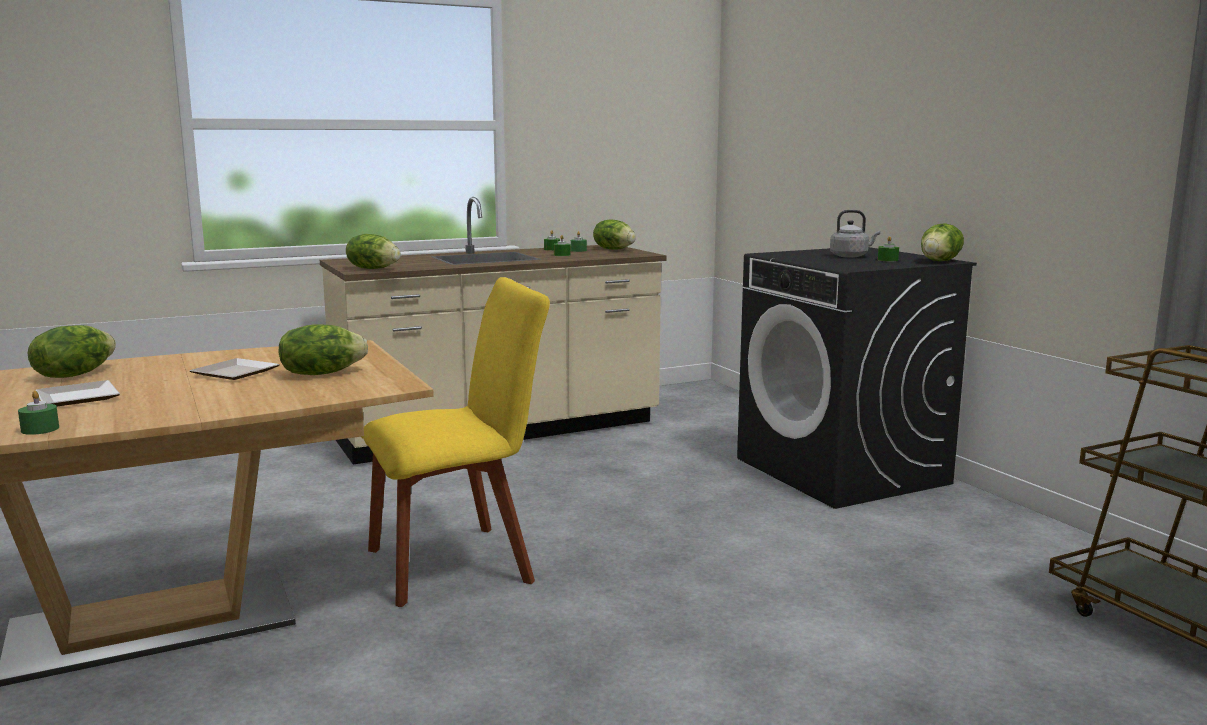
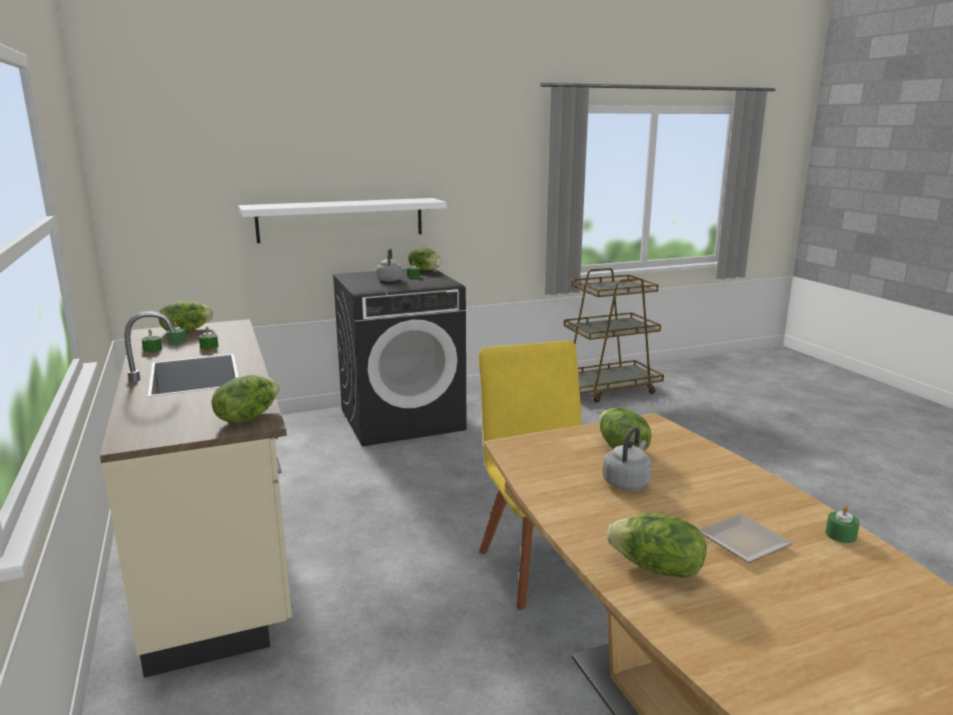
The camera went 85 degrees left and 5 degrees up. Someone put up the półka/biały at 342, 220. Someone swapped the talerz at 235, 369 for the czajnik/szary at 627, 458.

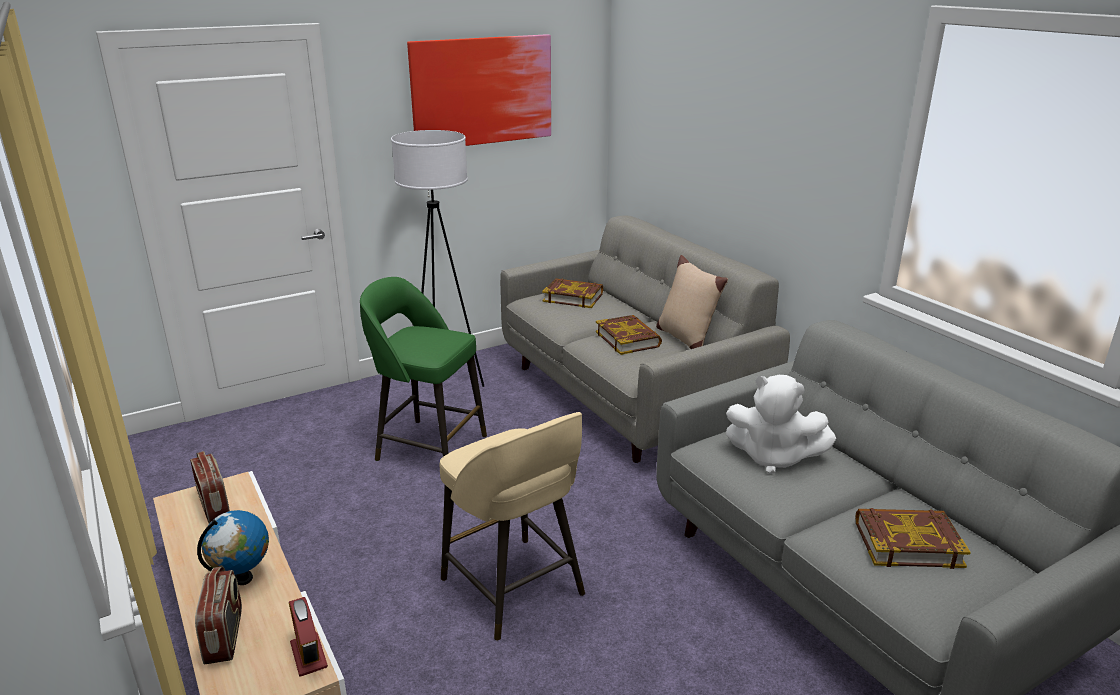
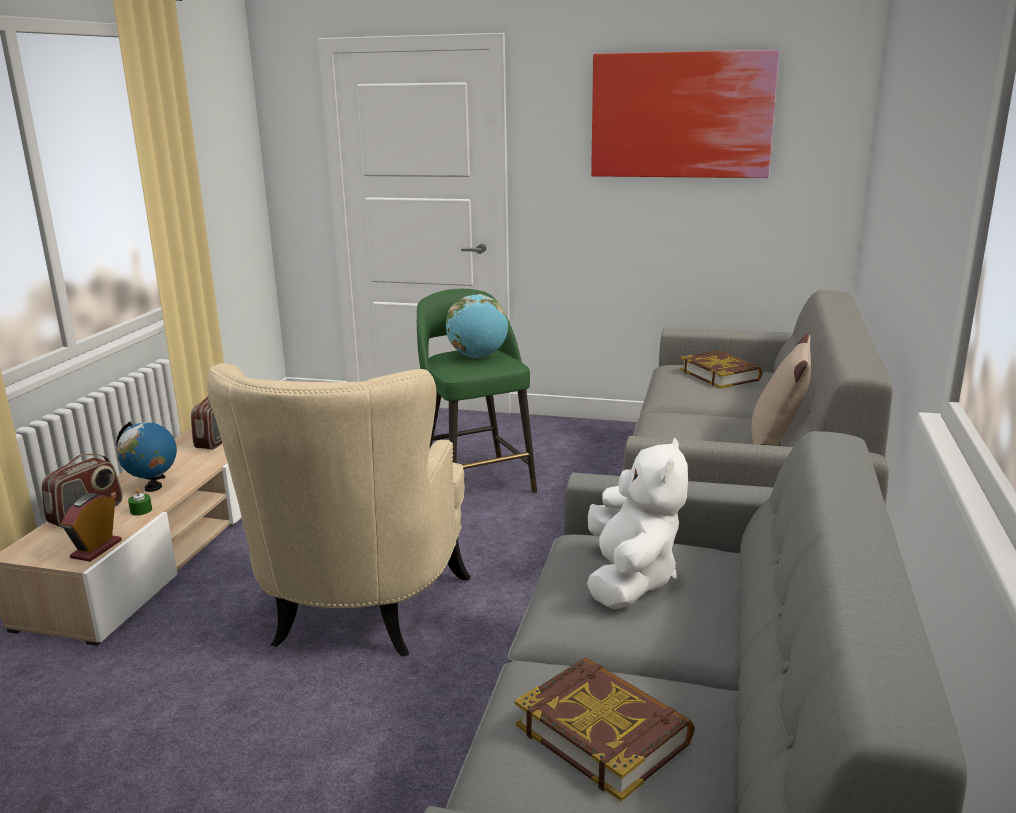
The camera went 45 degrees right and 5 degrees down. Someone took away the lampa stojąca/biały at 437, 258. Someone took away the książka at 629, 335. Someone put down the świeca/zielony at 140, 502. Someone put down the globus at 477, 326. Someone swapped the stołek/beżowy at 512, 526 for the fotel/beżowy at 339, 509. Someone rotated the pluszak/biały at 781, 424 by 150 degrees counterclockwise.

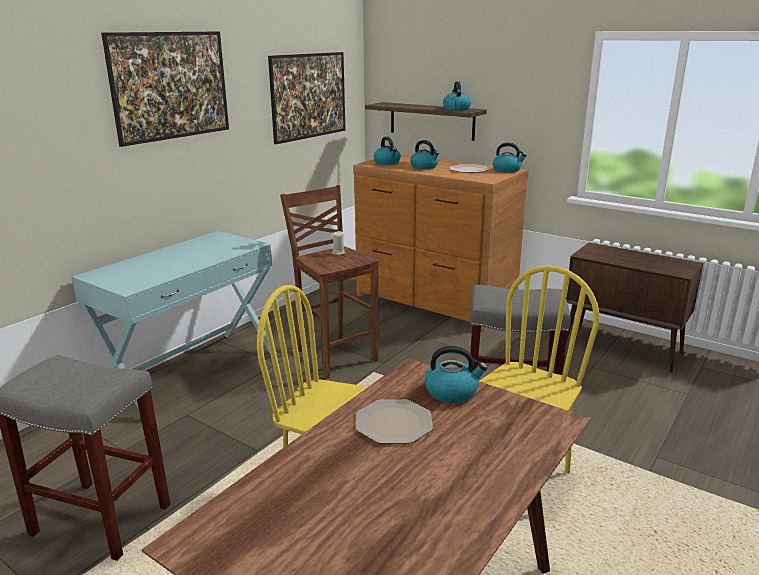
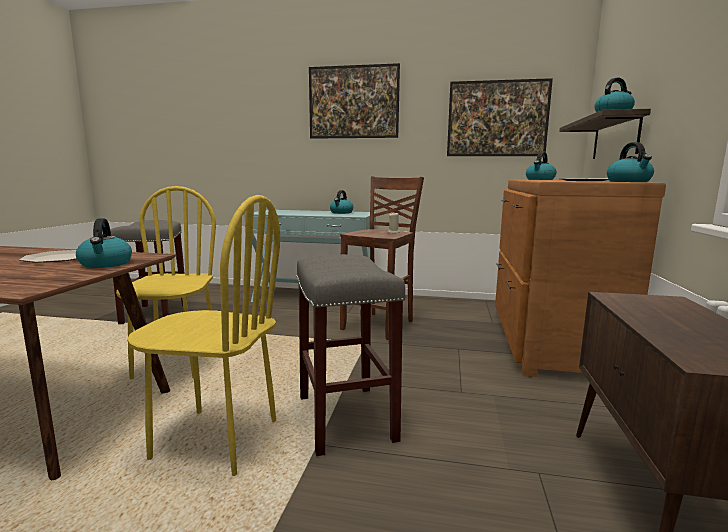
The camera went 65 degrees right and 10 degrees down. Someone carried the czajnik from 424, 154 to 341, 202.

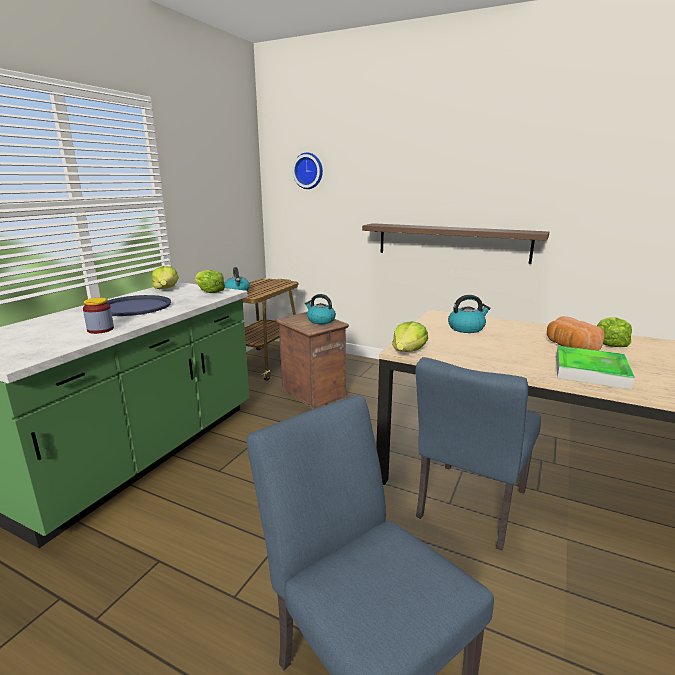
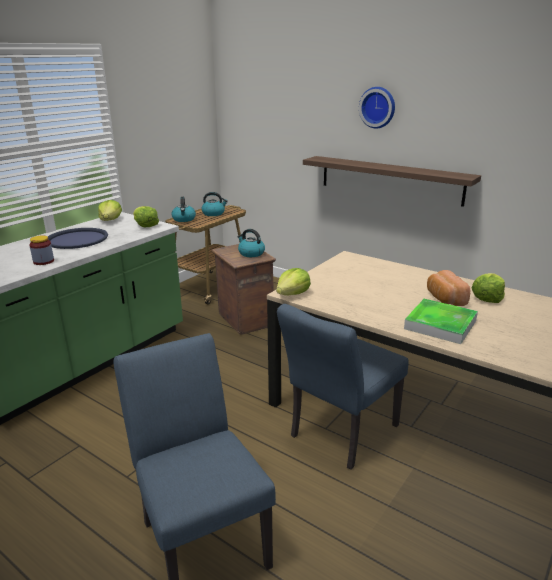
The camera went 10 degrees right and 5 degrees up. Someone carried the zegar ścienny from 307, 170 to 377, 108. Someone carried the czajnik from 469, 314 to 215, 204.

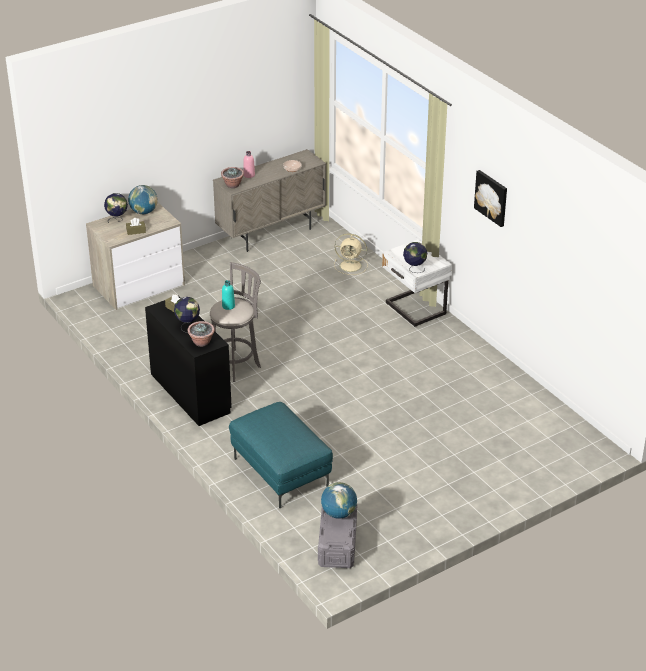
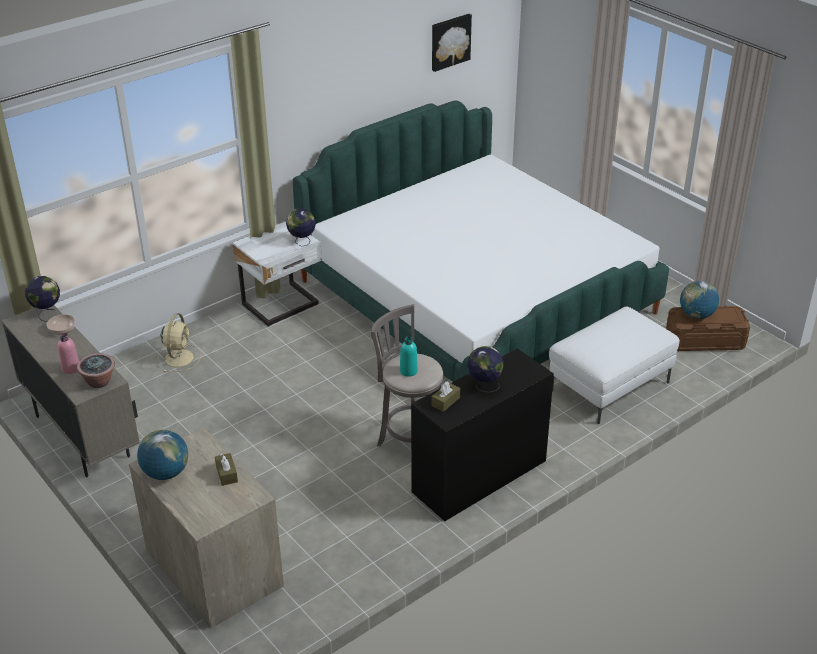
The camera went 95 degrees left and 0 degrees up. Someone took away the roślina doniczkowa at 201, 334. Someone put down the łóżko at 481, 241. Someone carried the globus from 116, 208 to 42, 299. Someone carried the obraz from 490, 198 to 452, 43. Someone repainted the pufa/turkusowy at 281, 455, which became the pufa/biały at 614, 365. Someone repainted the pojemnik do przechowywania/szary at 337, 536, which became the pojemnik do przechowywania/brązowy at 708, 328.

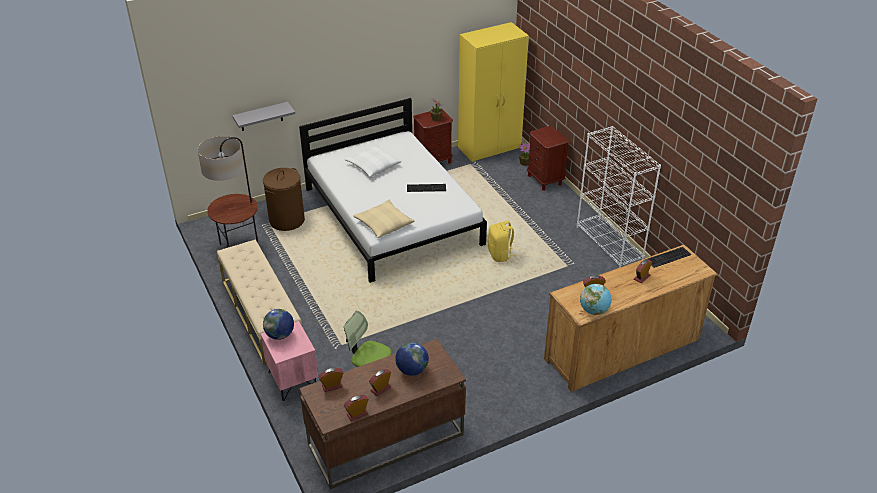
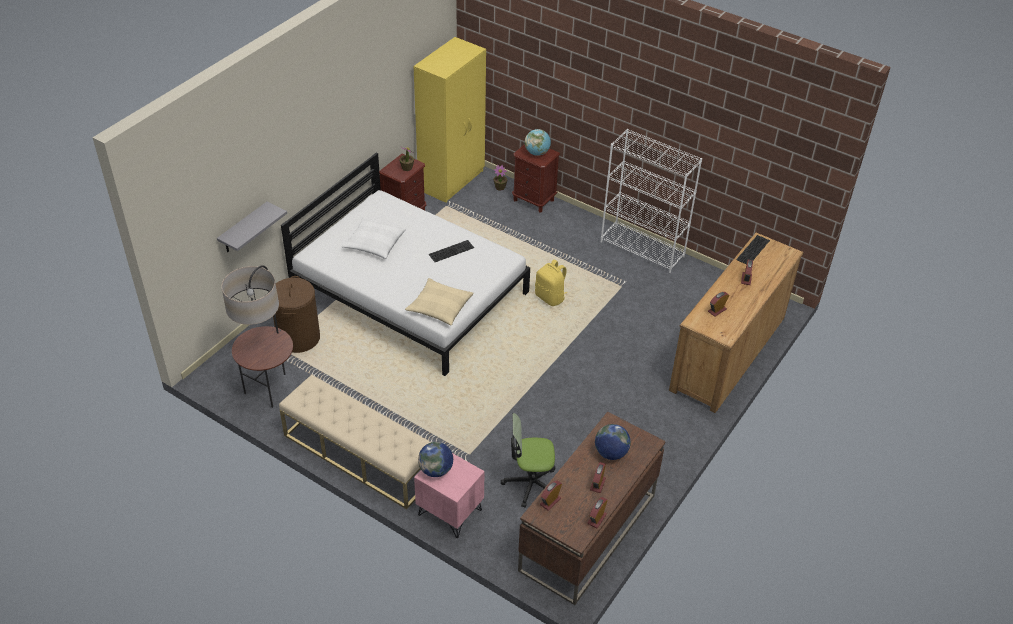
The camera went 30 degrees left and 5 degrees up. Someone carried the globus from 596, 299 to 538, 142.

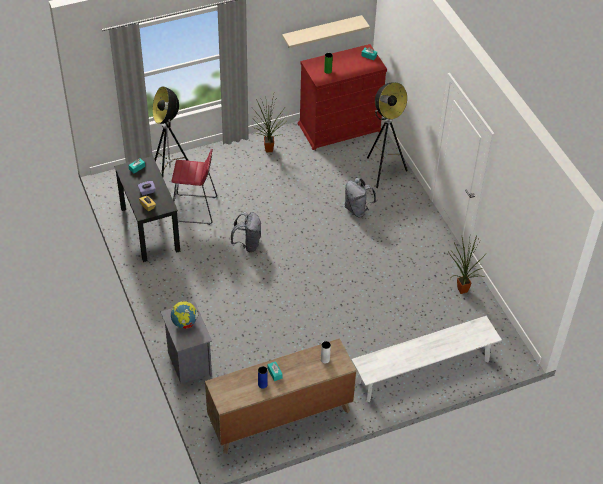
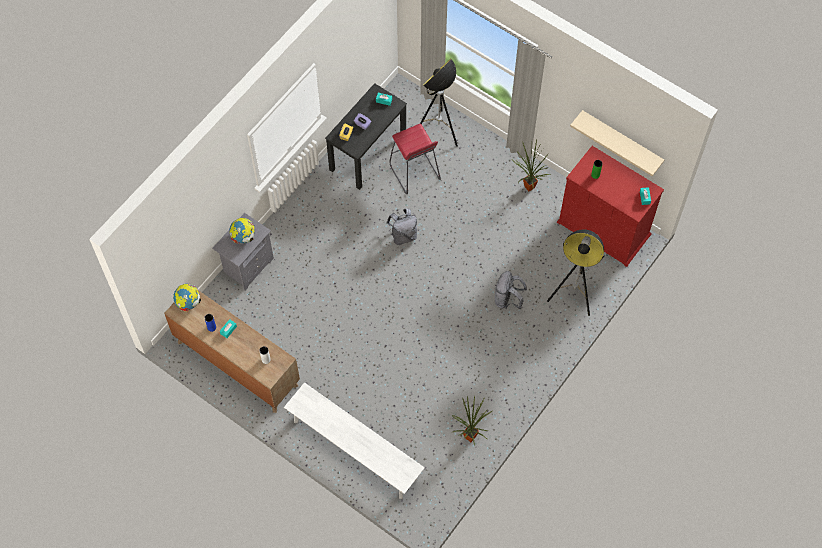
The camera went 60 degrees right and 15 degrees up. Someone put down the globus at 187, 297.

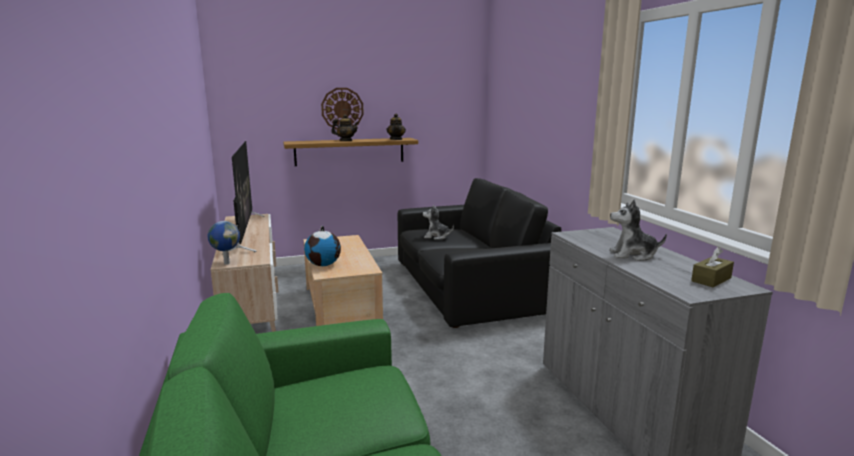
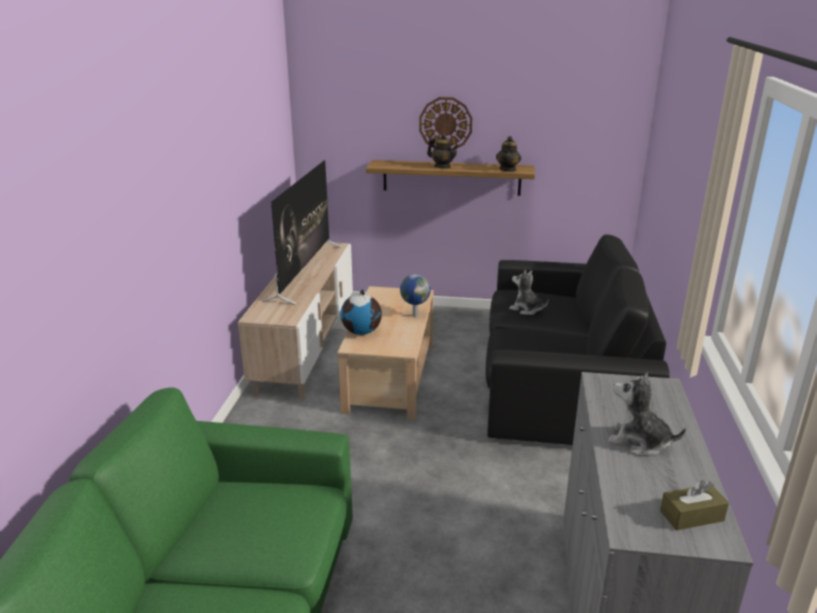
The camera went 25 degrees right and 10 degrees up. Someone carried the globus from 224, 243 to 415, 295.

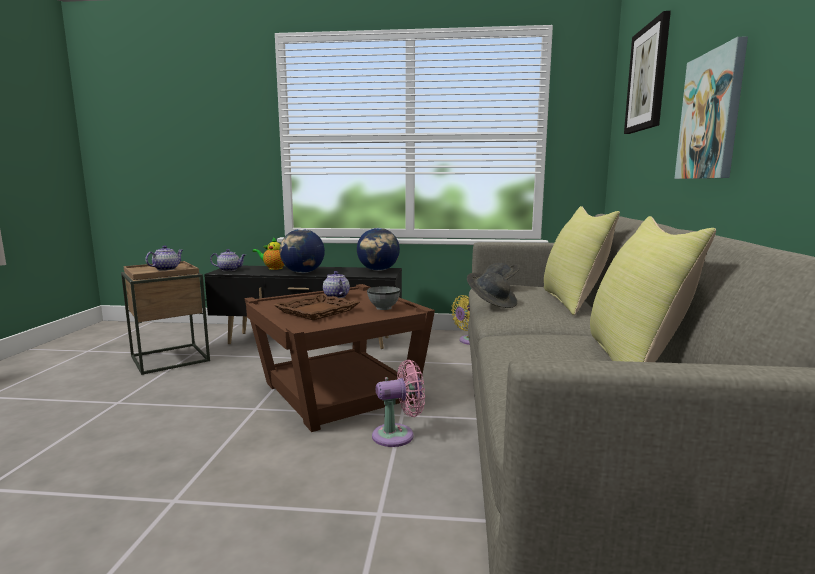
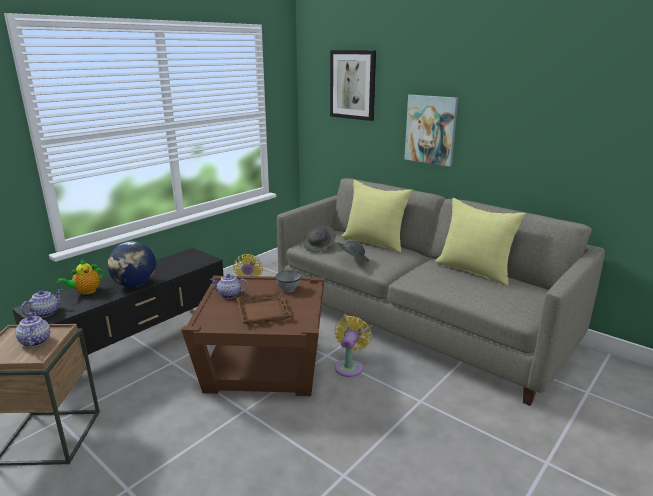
The camera went 55 degrees left and 10 degrees up. Someone took away the globus at 378, 249. Someone repainted the wentylator/różowy at 398, 403, which became the wentylator/żółty at 353, 346.

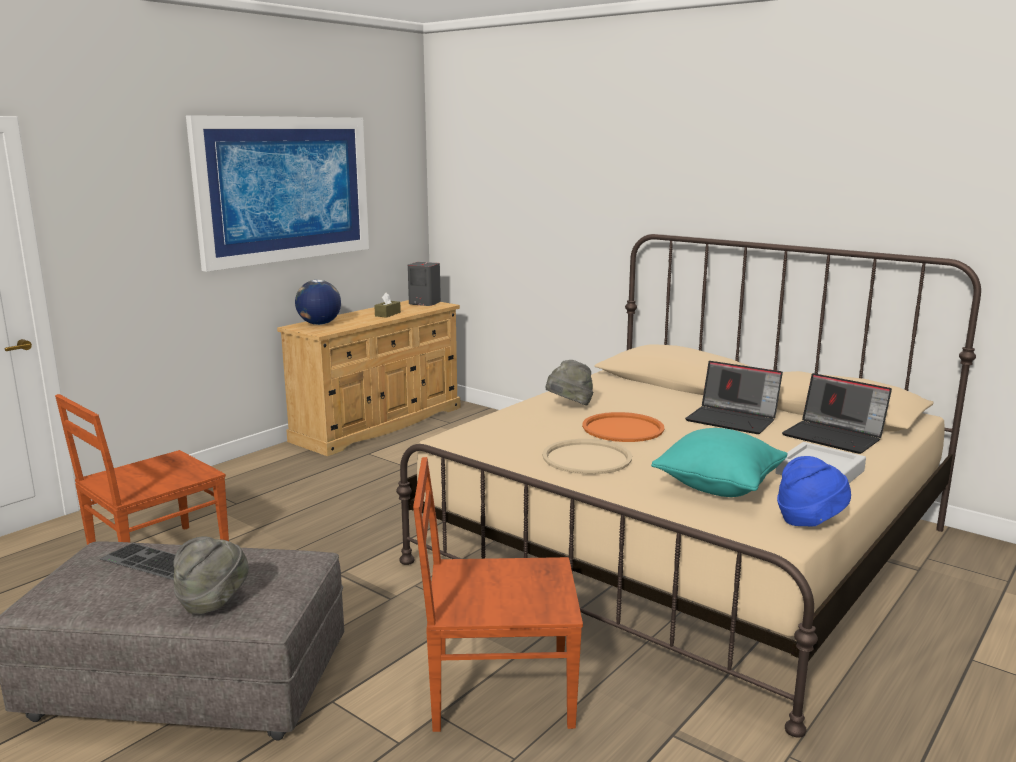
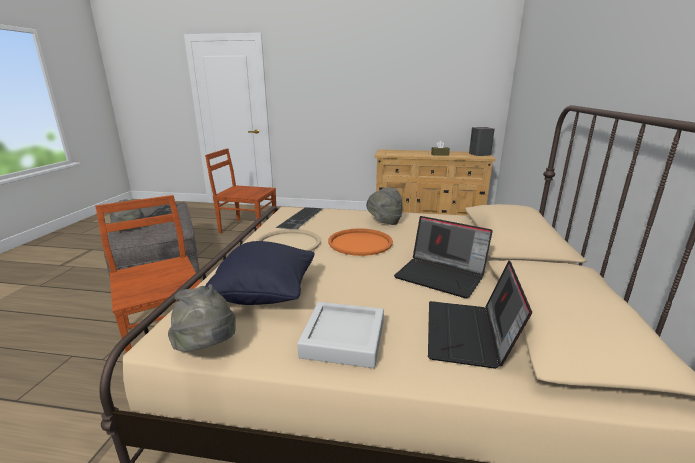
The camera went 60 degrees right and 5 degrees up. Someone took away the obraz at 277, 193. Someone took away the globus at 318, 302. Someone put down the klawiatura at 299, 218. Someone repainted the poduszka/turkusowy at 719, 462, which became the poduszka/czarny at 259, 273. Someone repainted the kapelusz/niebieski at 814, 491, which became the kapelusz/szary at 202, 318. Someone rotated the laptop at 734, 397 by 60 degrees counterclockwise.

